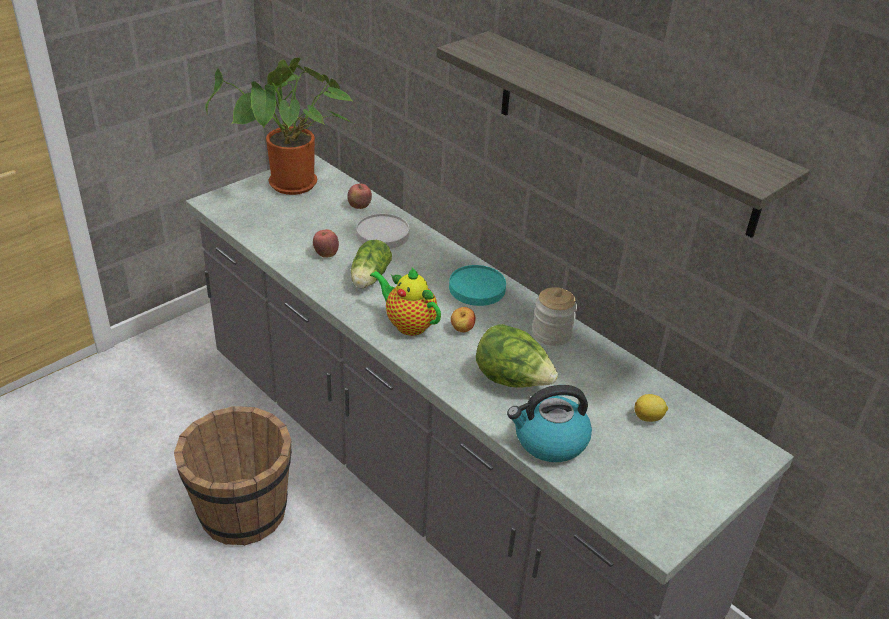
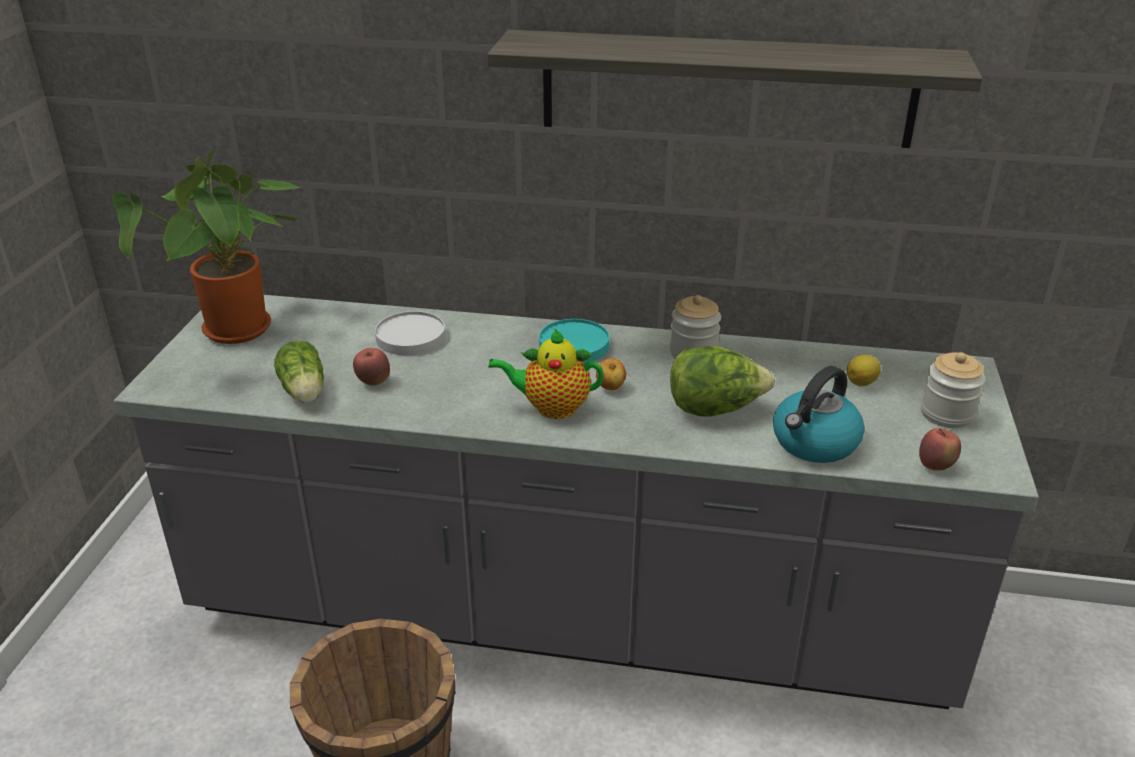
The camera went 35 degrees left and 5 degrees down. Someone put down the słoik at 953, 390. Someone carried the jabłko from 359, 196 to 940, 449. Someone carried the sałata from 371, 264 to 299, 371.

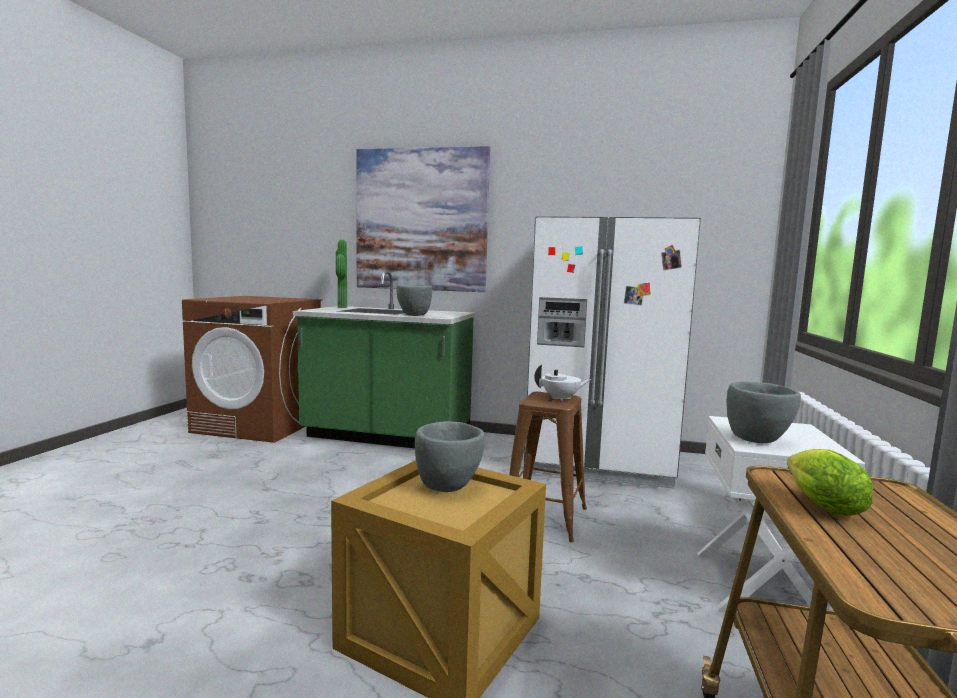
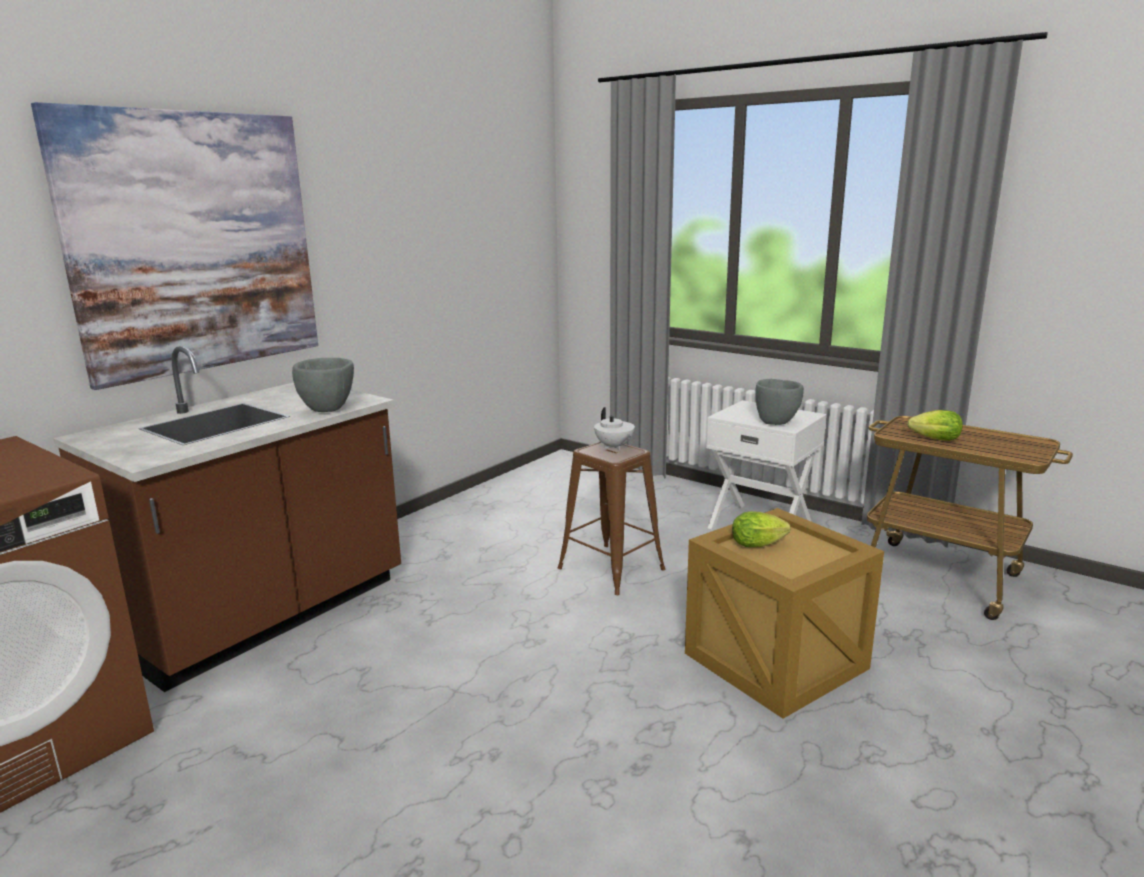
The camera went 65 degrees left and 10 degrees up. Someone took away the roślina doniczkowa at 341, 274. Someone took away the lodówka/biały at 612, 352. Someone swapped the miska/szary at 450, 456 for the sałata at 761, 529. Someone repainted the zabudowa kuchenna/zielony at 384, 359, which became the zabudowa kuchenna/brązowy at 227, 519. Someone rotated the imbryk/biały at 562, 382 by 135 degrees clockwise.

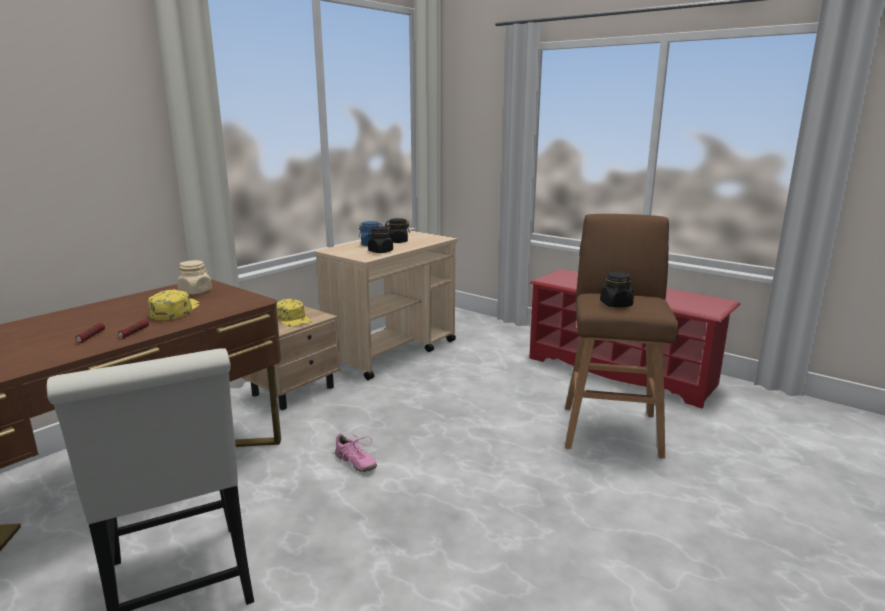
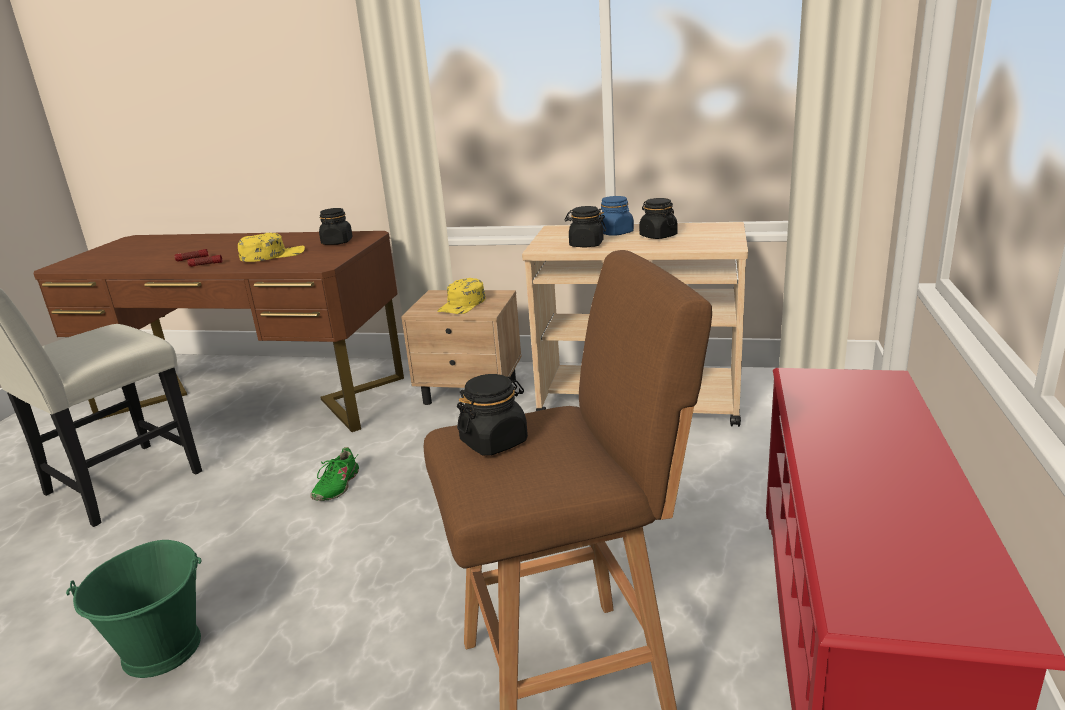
The camera went 65 degrees right and 5 degrees up. Someone put down the wiadro/zielony at 134, 609. Someone repainted the słoik/beżowy at 194, 277, which became the słoik/czarny at 336, 226. Someone repainted the but/różowy at 354, 452, which became the but/zielony at 334, 474.

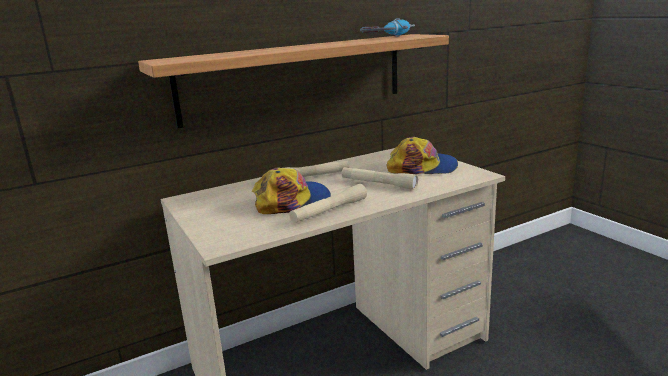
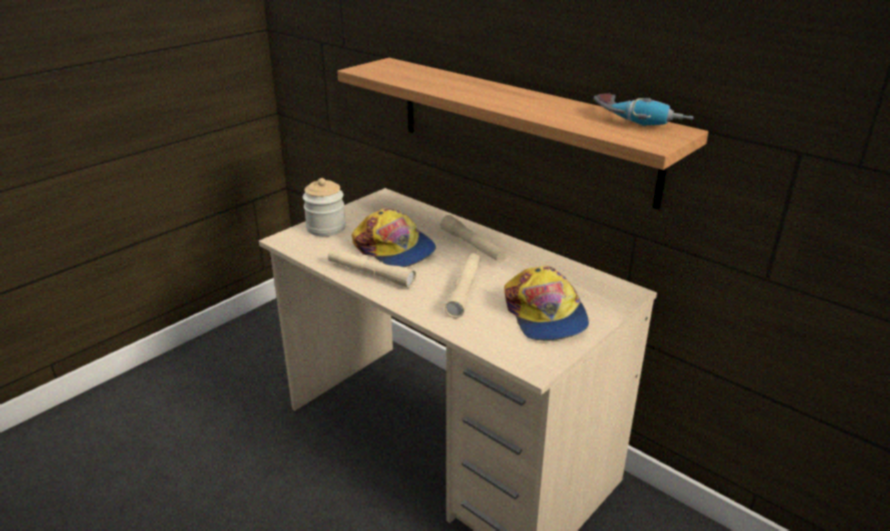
The camera went 70 degrees right and 10 degrees up. Someone put down the słoik at 324, 207.

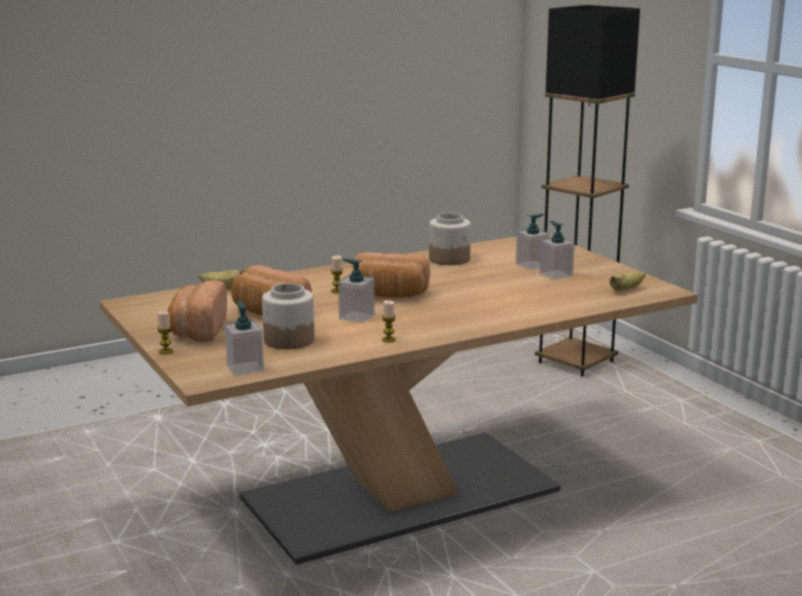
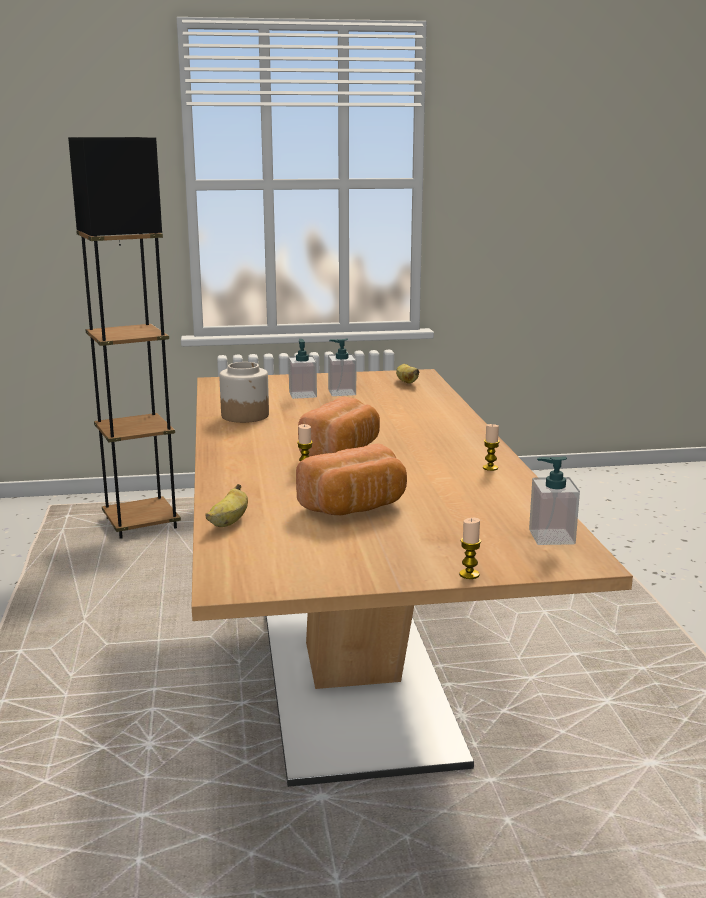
The camera went 70 degrees left and 0 degrees up. Someone took away the chleb at 197, 311. Someone took away the słoik at 288, 316. Someone took away the dozownik mydła at 356, 291.

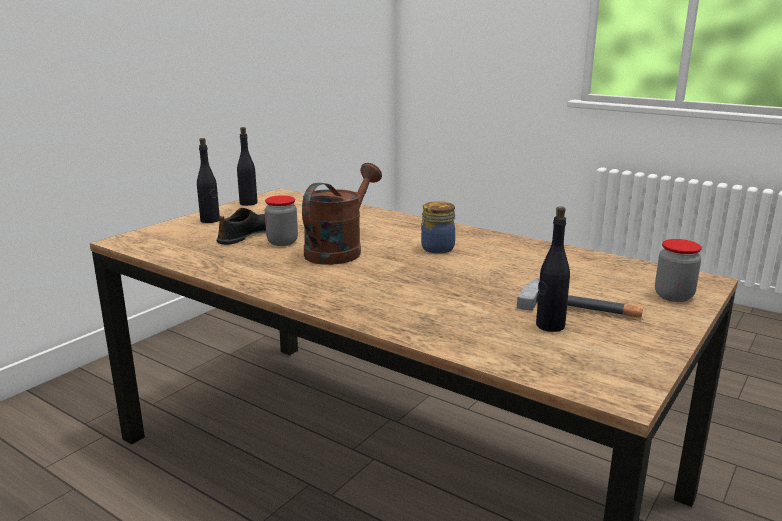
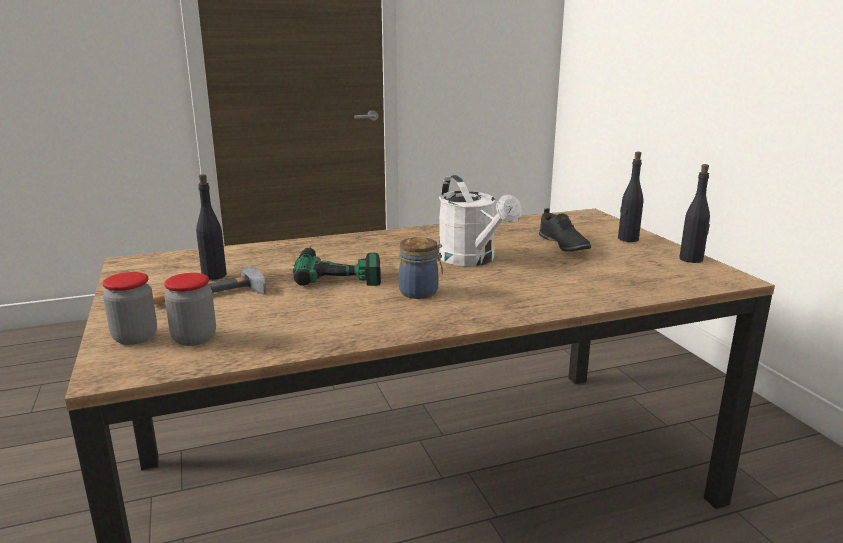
The camera went 125 degrees right and 0 degrees up. Someone put down the wiertarka at 337, 266. Someone carried the słoik from 281, 220 to 190, 309. Someone repainted the konewka/brązowy at 342, 214, which became the konewka/biały at 480, 220.

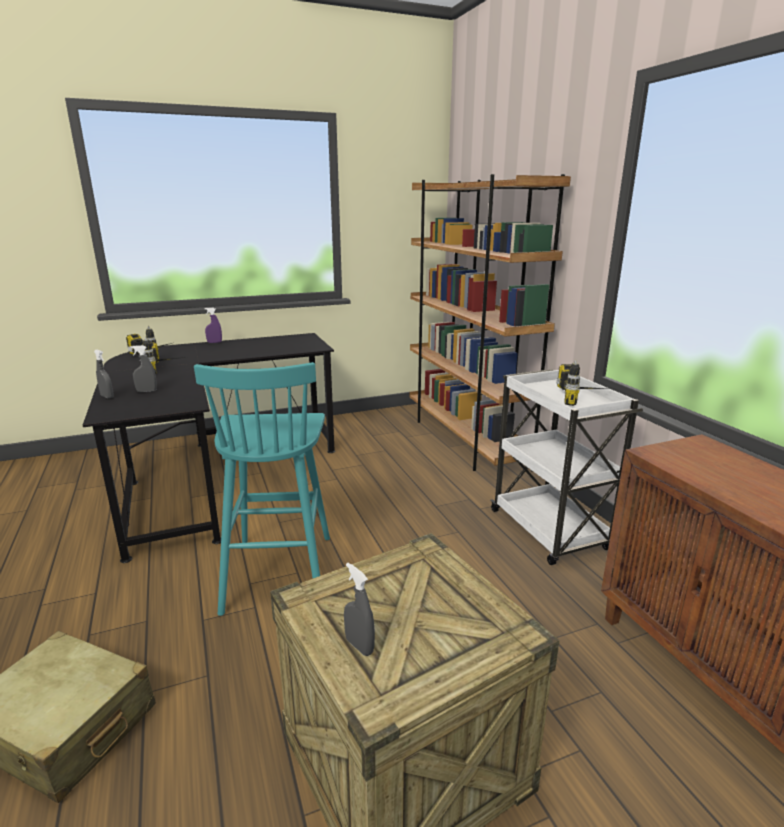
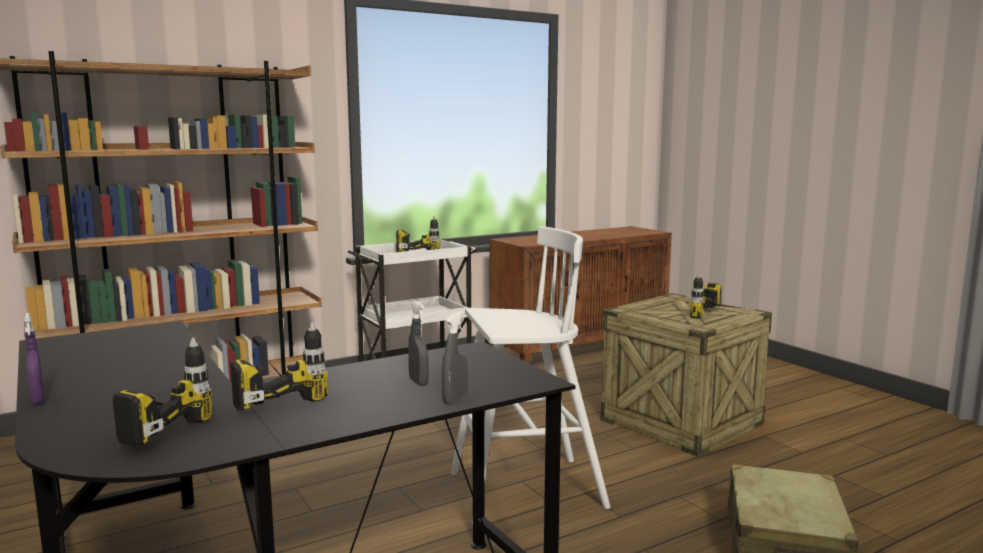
The camera went 100 degrees left and 10 degrees down. Someone swapped the spryskiwacz/szary at 359, 609 for the wiertarka at 715, 296. Someone repainted the stołek/turkusowy at 262, 489, which became the stołek/biały at 531, 375.

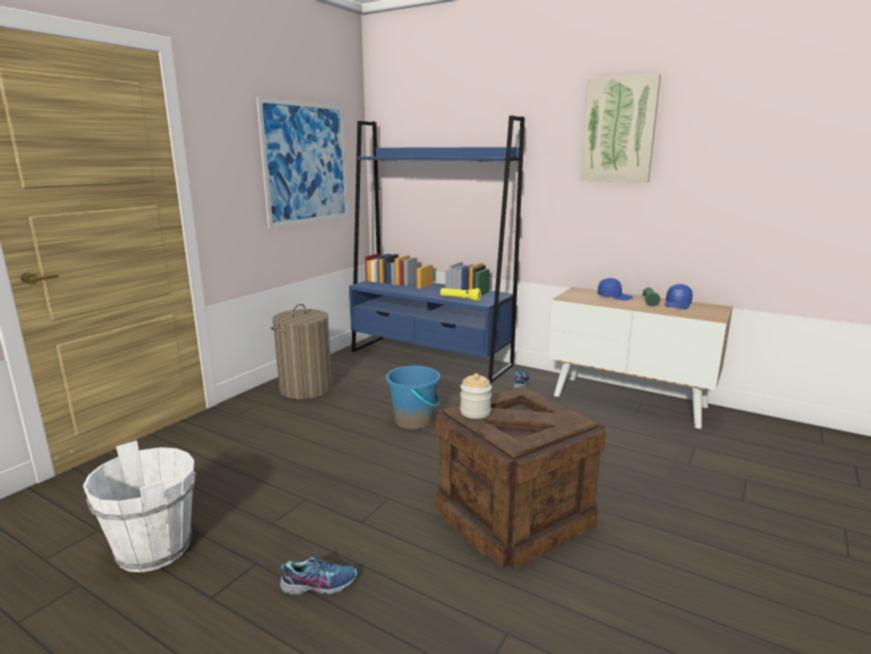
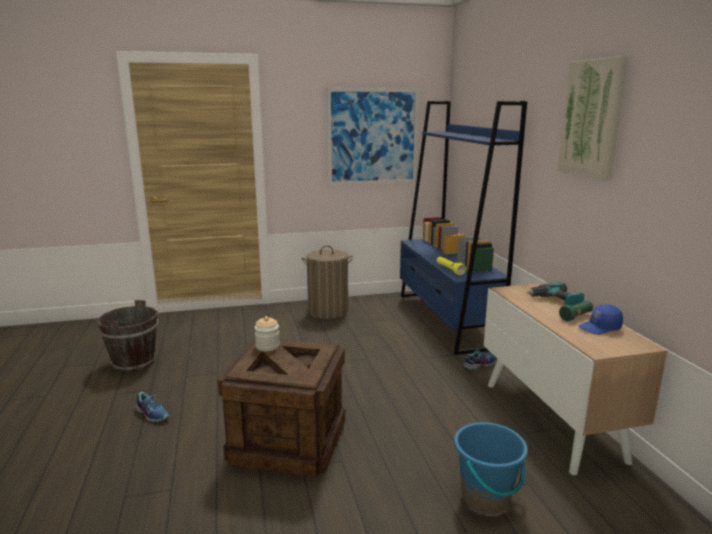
The camera went 45 degrees right and 0 degrees up. Someone carried the wiadro/niebieski from 413, 397 to 491, 468. Someone swapped the czapka z daszkiem/niebieski at 615, 289 for the wiertarka at 555, 294. Someone repainted the wiadro/biały at 139, 506, which became the wiadro/brązowy at 127, 336.

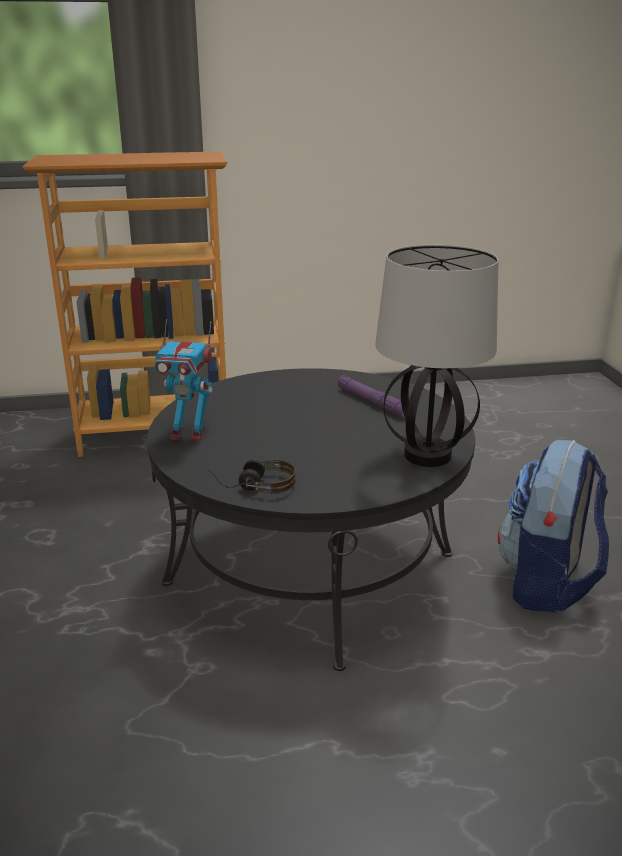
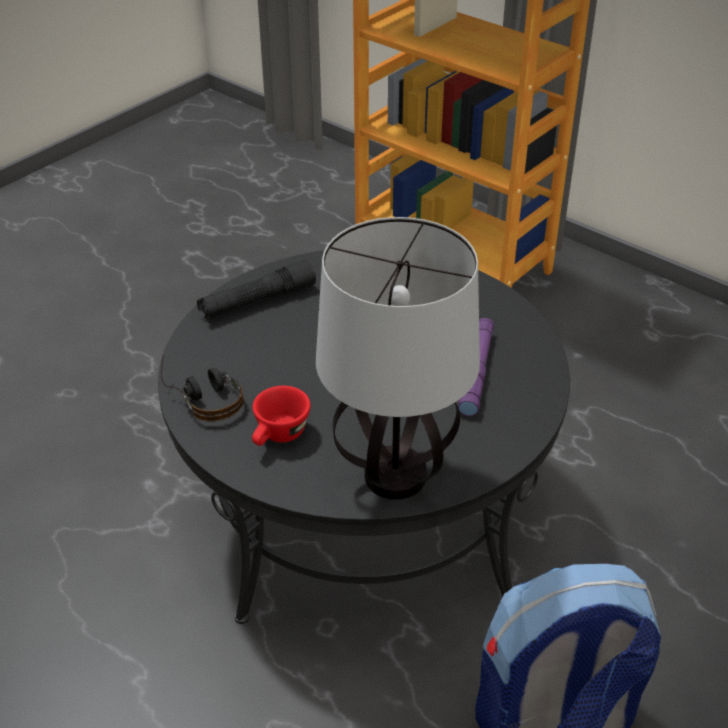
The camera went 50 degrees right and 15 degrees up. Someone put down the filiżanka/czerwony at 281, 416. Someone swapped the robot zabawkowy at 182, 380 for the latarka/czarny at 256, 289.

